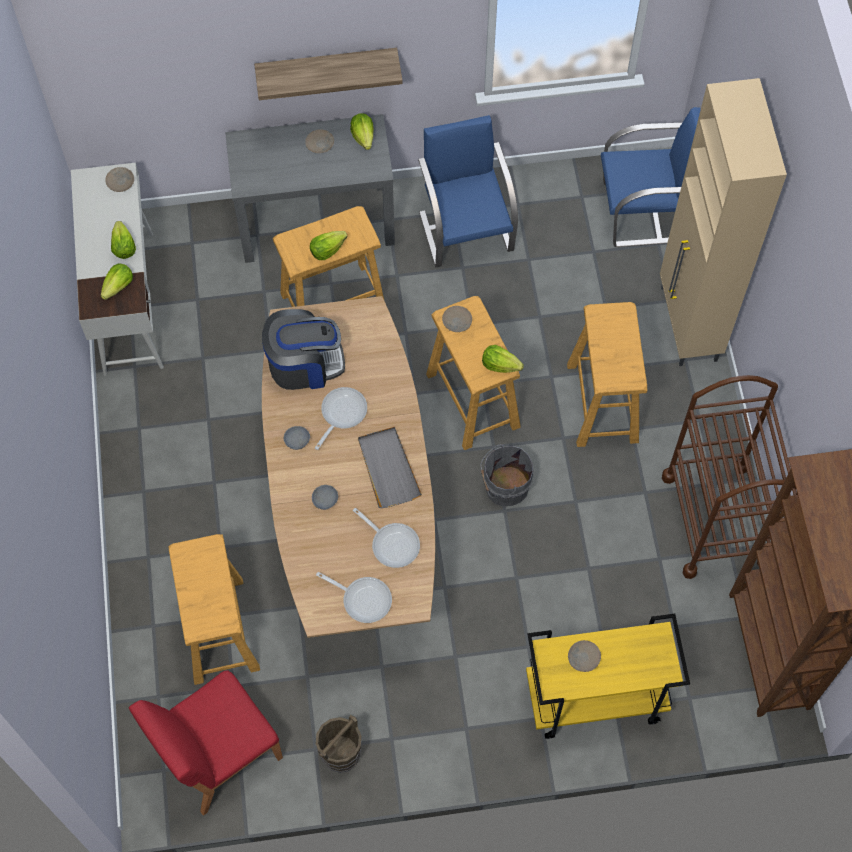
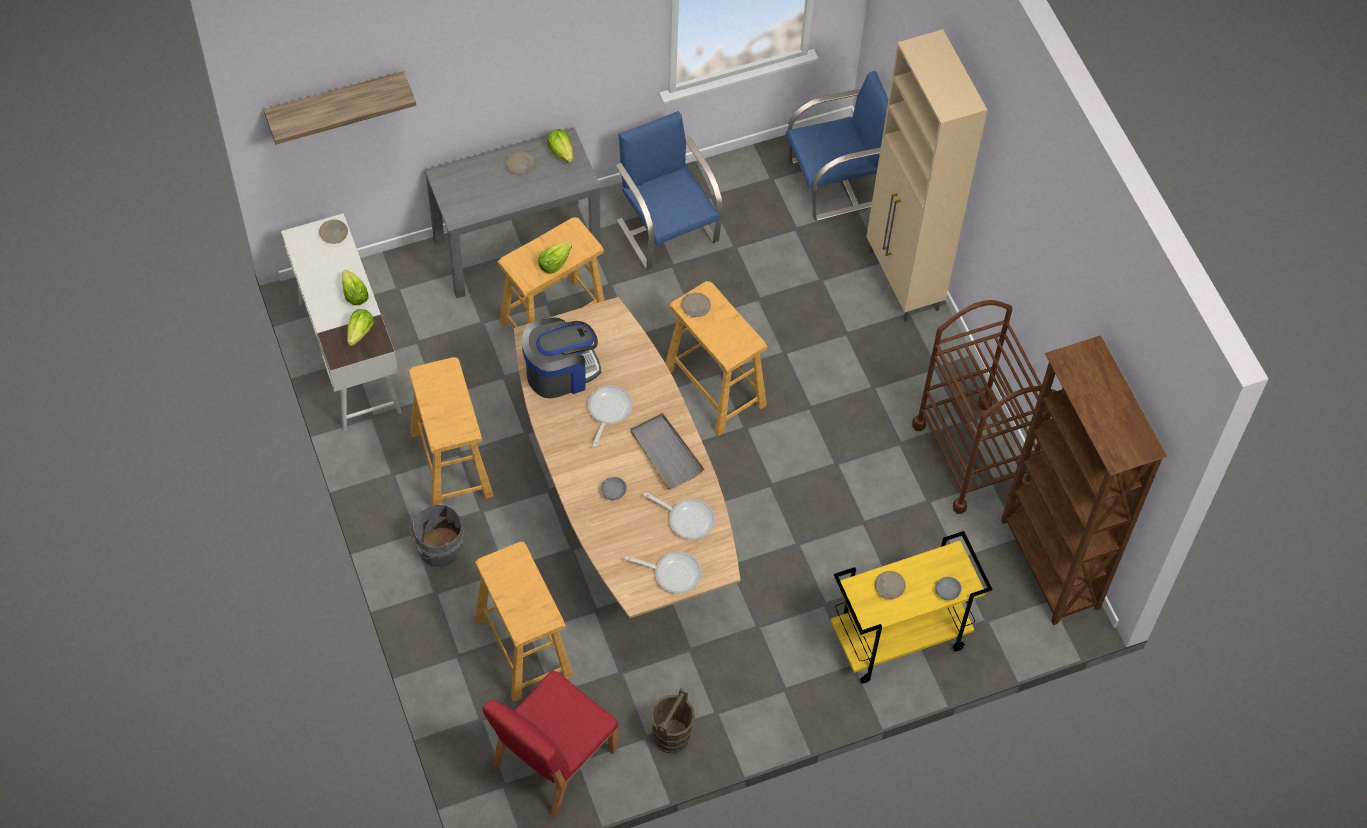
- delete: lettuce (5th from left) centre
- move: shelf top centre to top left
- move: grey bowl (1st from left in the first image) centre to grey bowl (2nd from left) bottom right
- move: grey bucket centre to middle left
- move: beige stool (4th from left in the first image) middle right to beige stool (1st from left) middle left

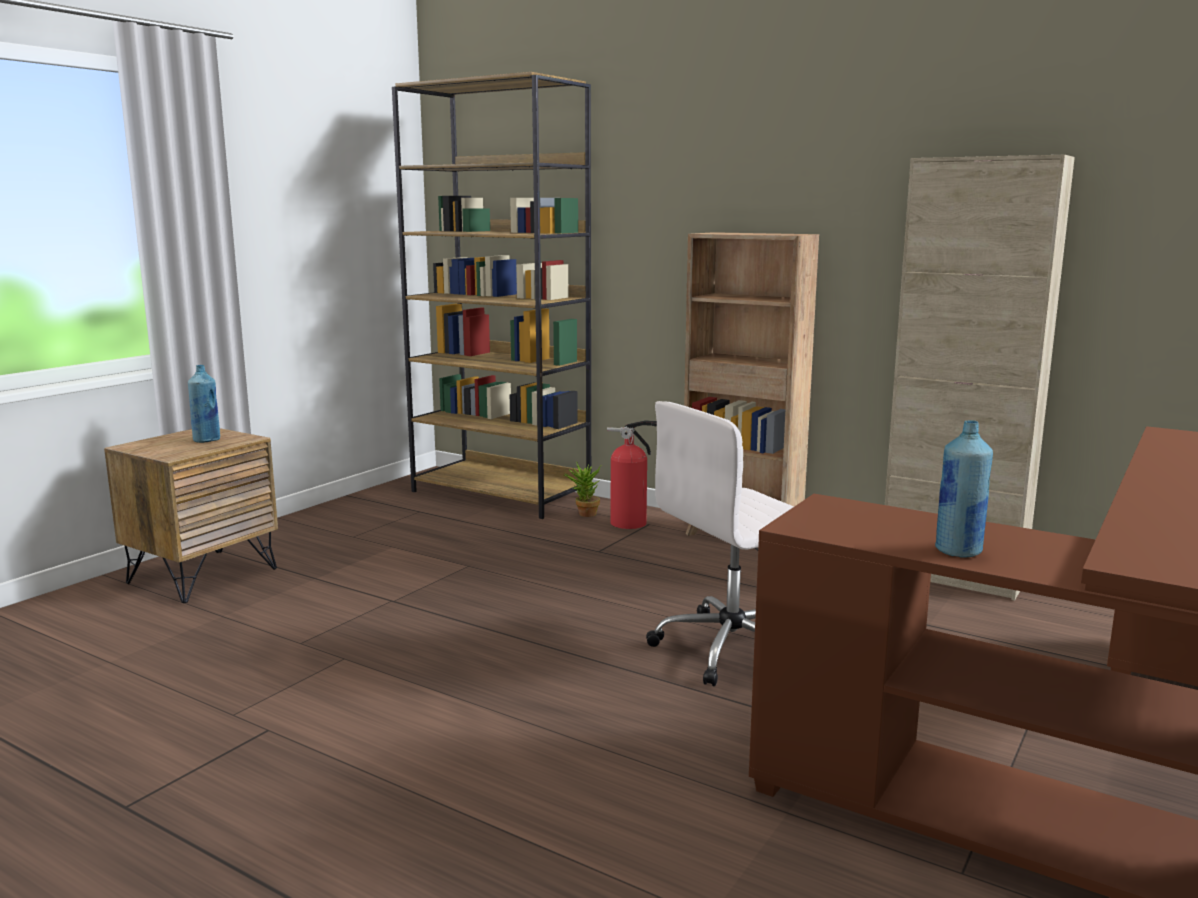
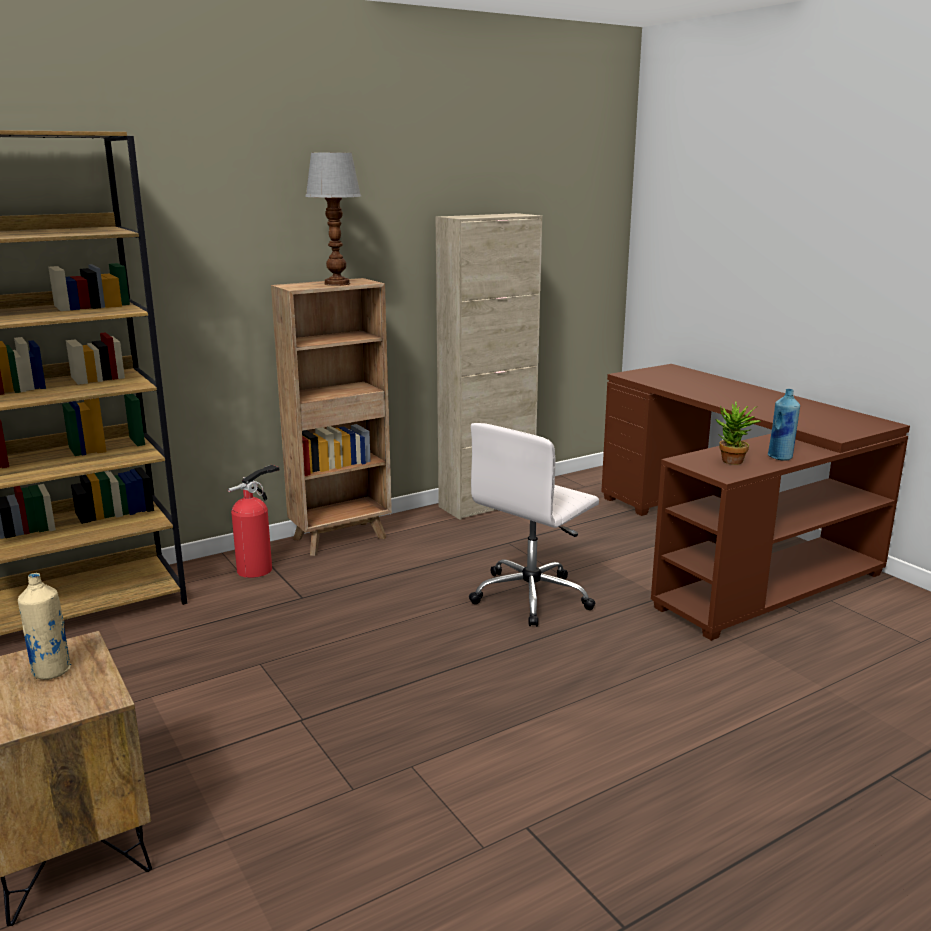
- insert: table lamp top centre
- move: potted plant centre to middle right
- recolor: blue bottle (1st from left) middle left to beige bottle bottom left
- rotate: white office chair centre = centre 45 degrees clockwise

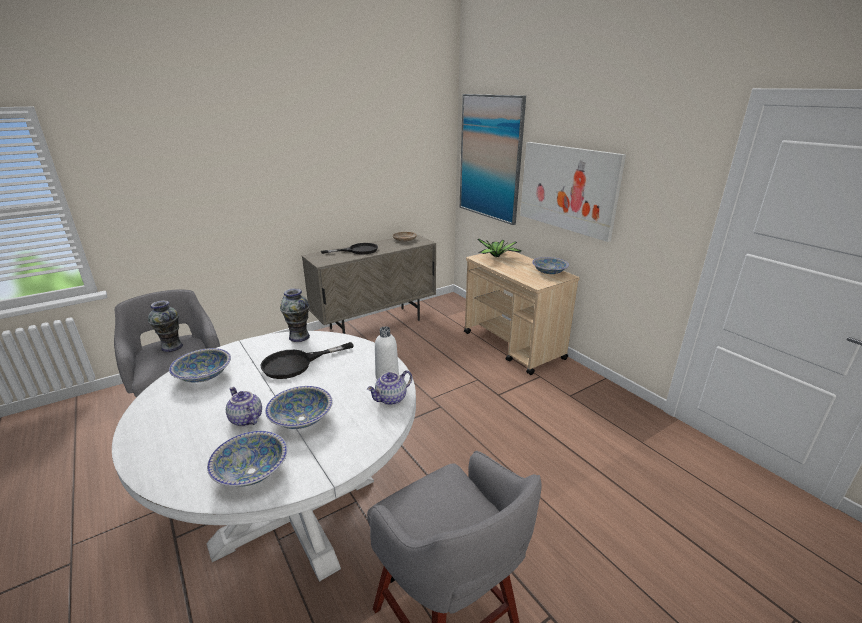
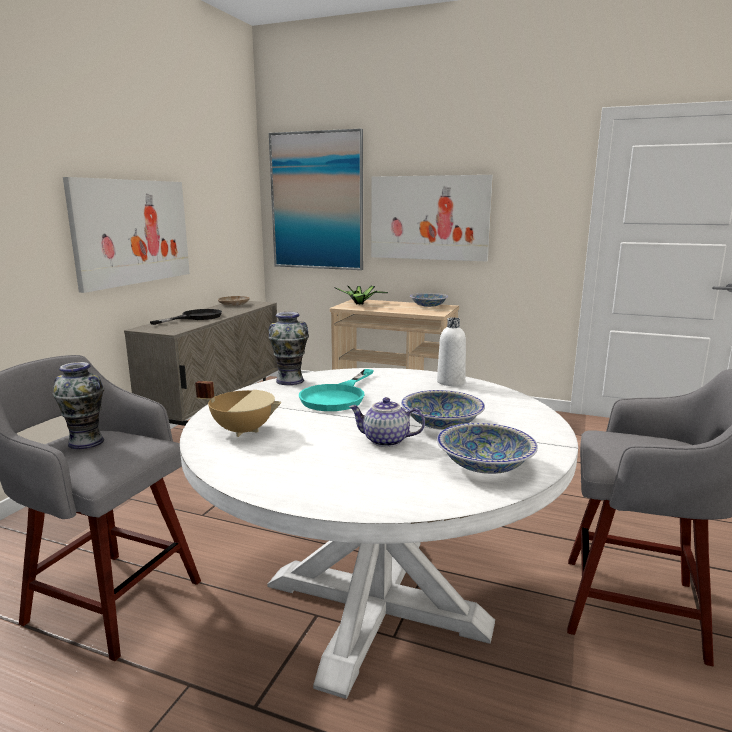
- delete: teapot (2nd from left) centre
- insert: picture (1st from left) top left
- replace: bowl (1st from left) middle left to beige cooking pot middle left
- recolor: black frying pan (1st from left) centre to turquoise frying pan centre

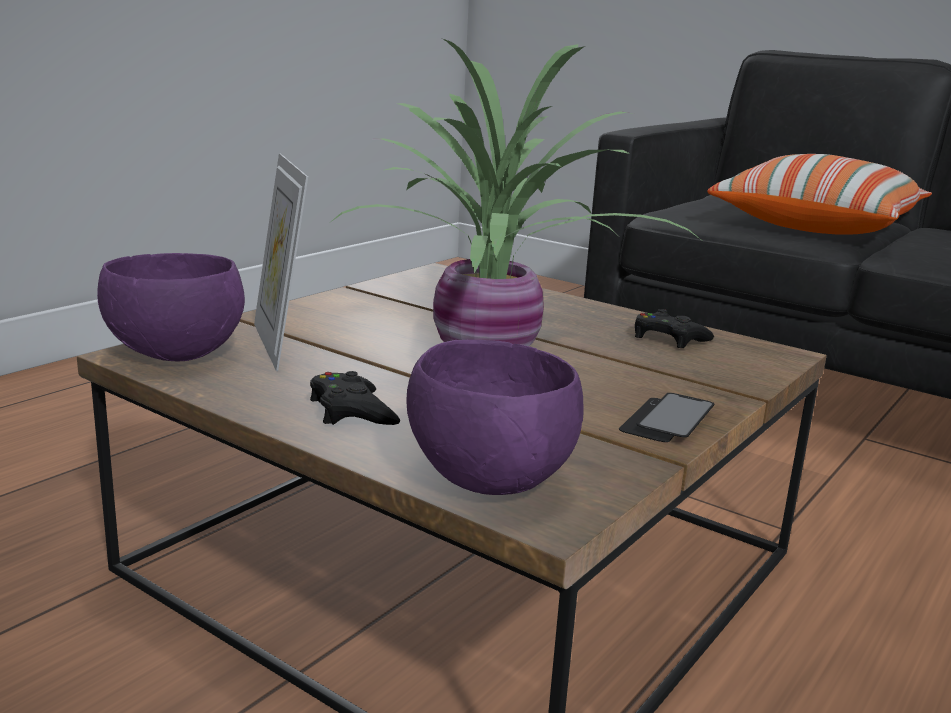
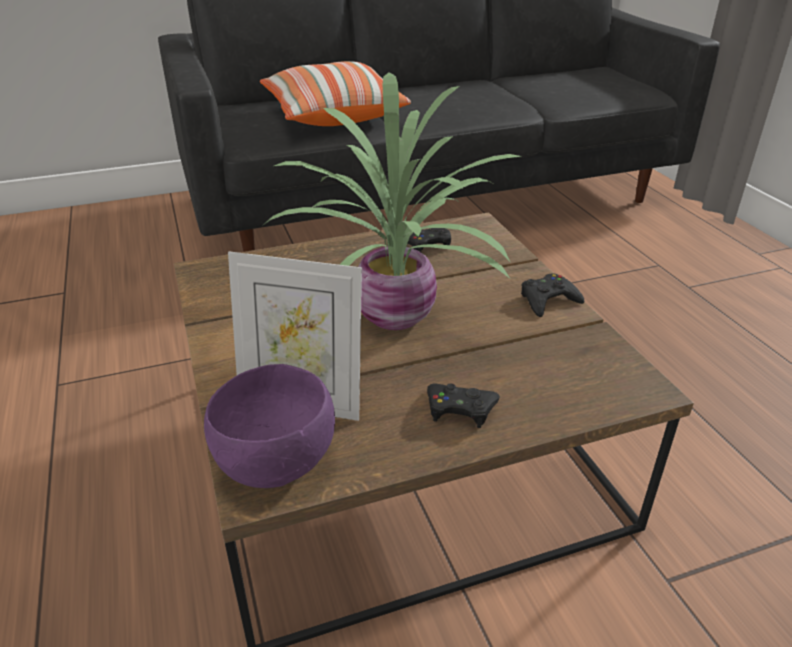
- delete: purple bowl (2nd from left) centre
- replace: phone middle right to black game controller (3rd from left) middle right

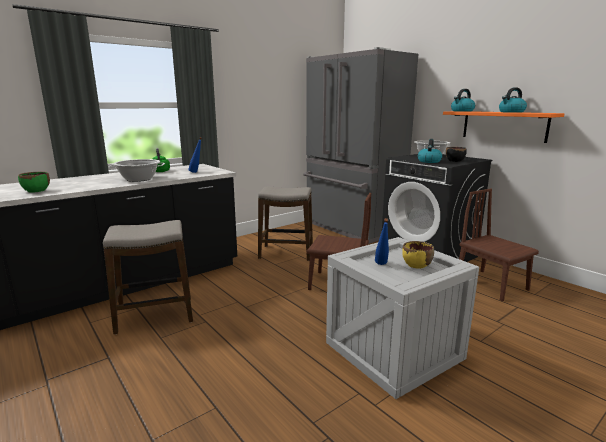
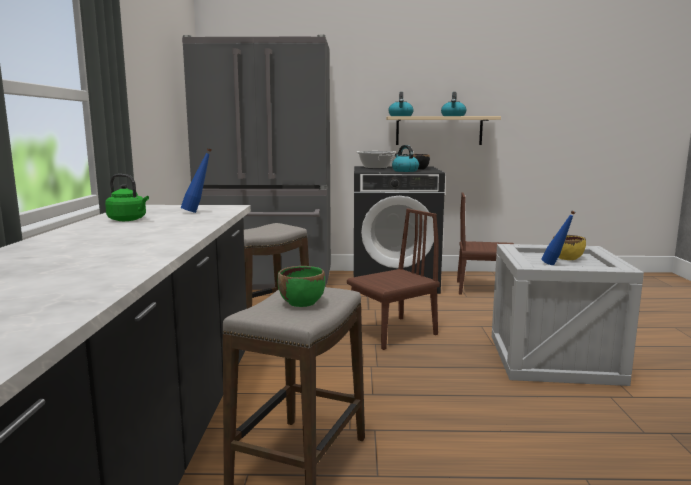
- delete: cooking pot (1st from left) middle left
- move: green bowl middle left to centre
- recolor: orange shelf top right to beige shelf top centre

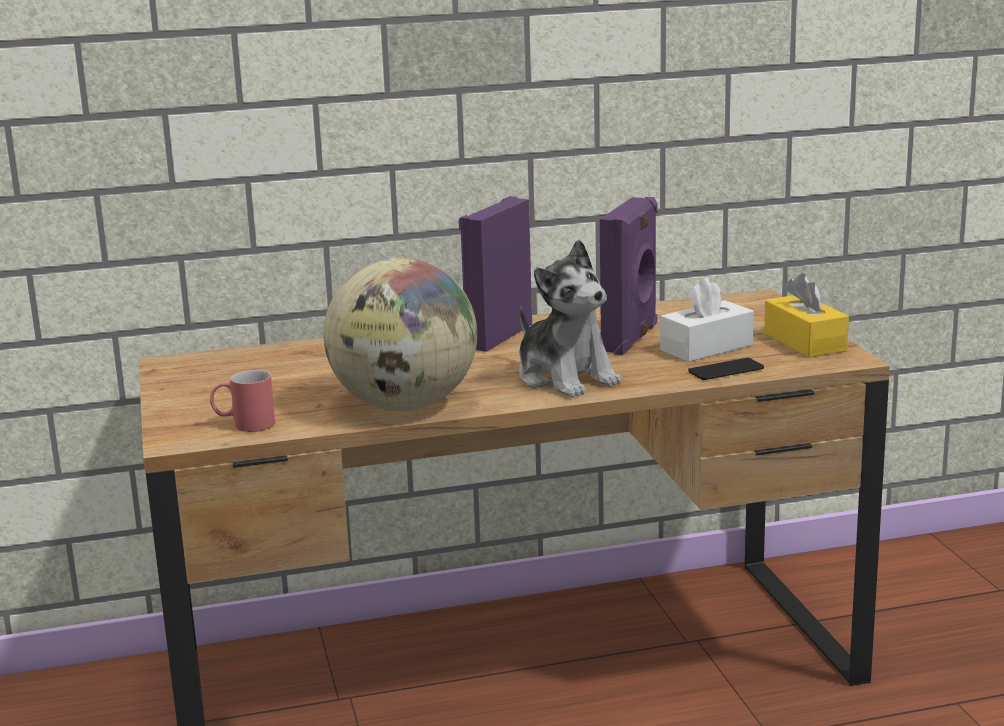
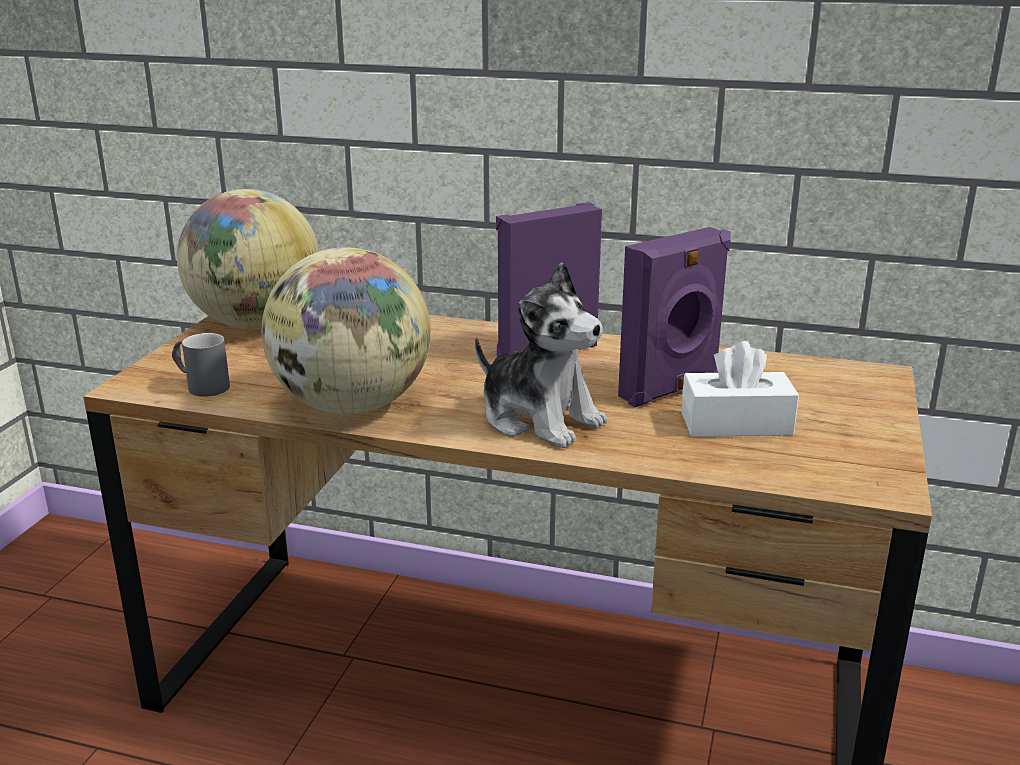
- delete: phone middle right
- delete: yellow tissue box middle right
- insert: globe (1st from left) middle left
- recolor: red mug middle left to grey mug middle left
- rotate: plush toy centre = centre 45 degrees counterclockwise

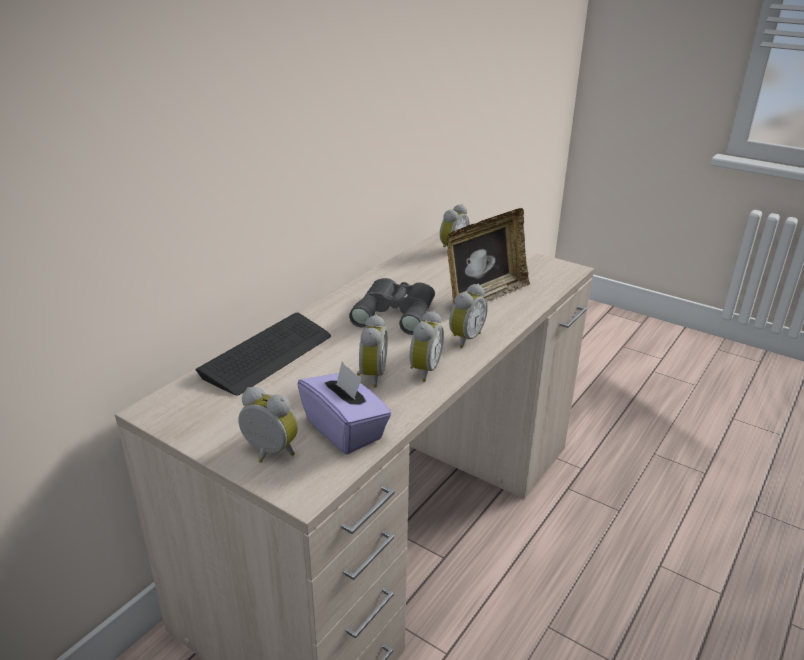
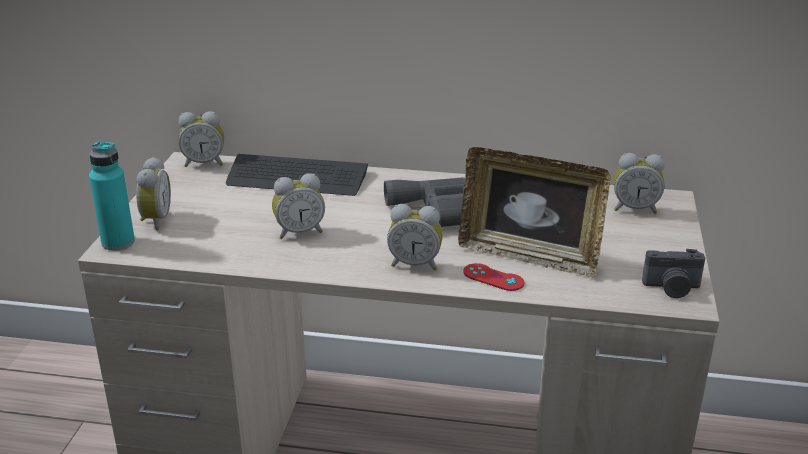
- delete: purple tissue box centre
- insert: turquoise bottle middle left
- insert: red game controller centre
- insert: photo camera middle right
- move: alarm clock (3rd from left in the first image) centre to alarm clock (2nd from left) top left

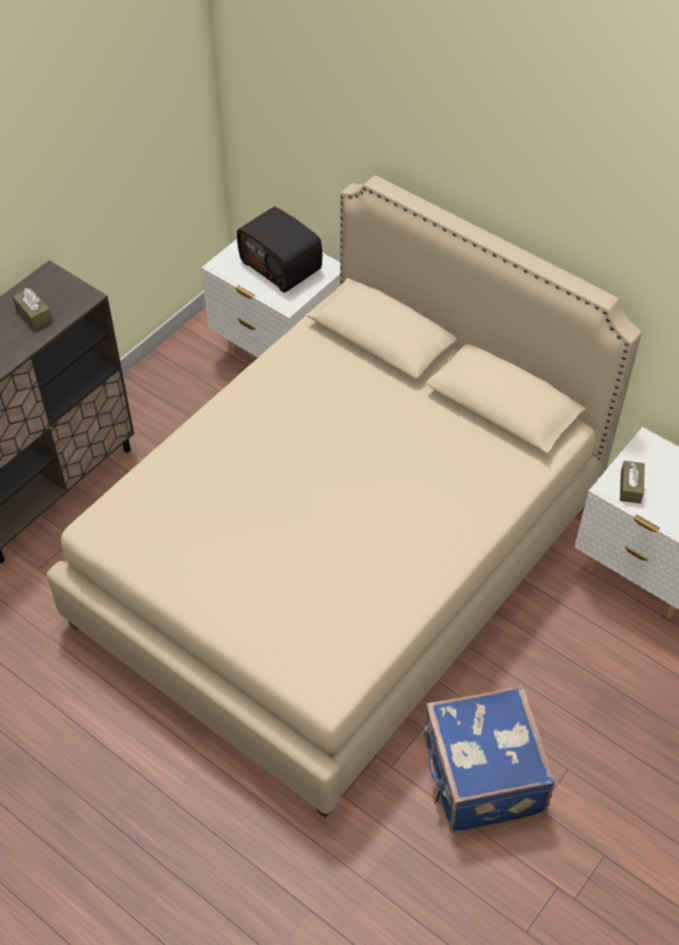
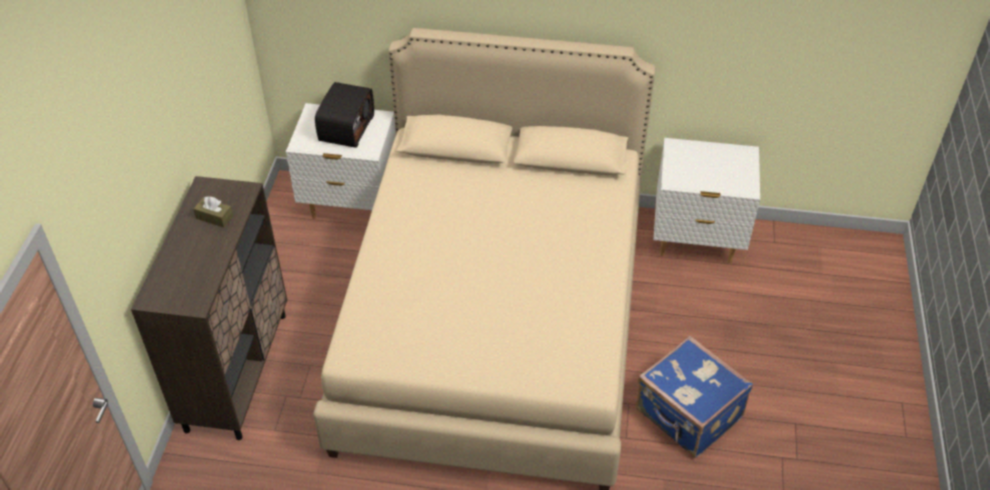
- delete: brown tissue box (2nd from left) middle right
- rotate: radio top centre = top centre 90 degrees counterclockwise

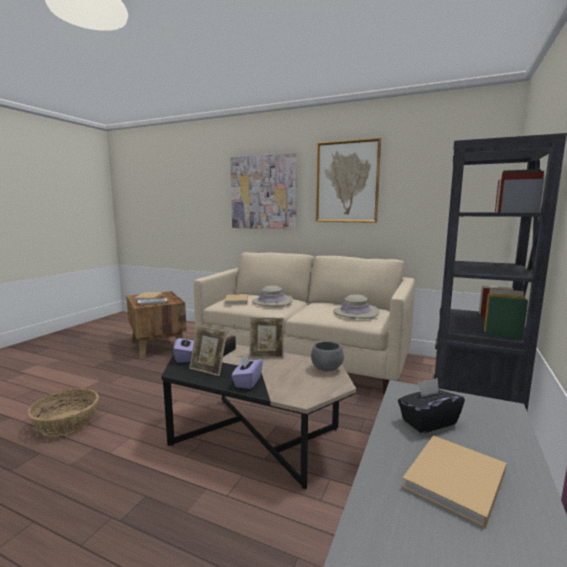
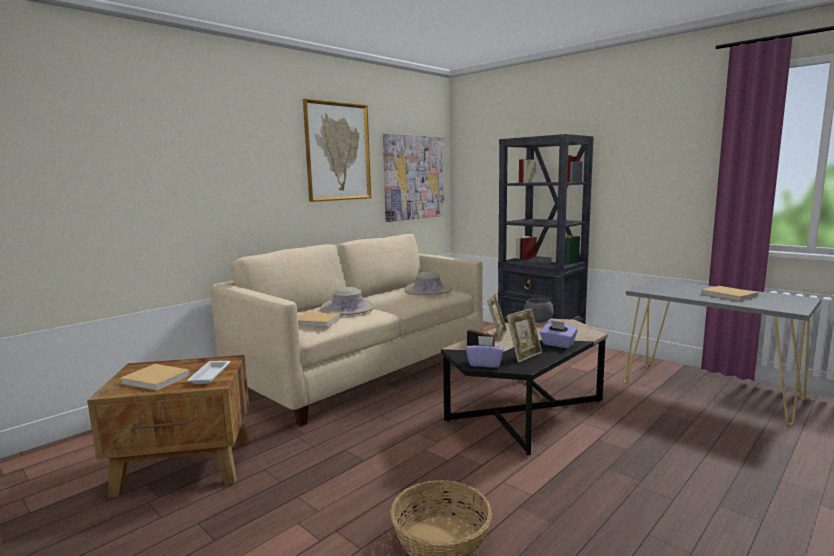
- delete: black tissue box bottom right
- move: picture (1st from left in the first image) centre to picture (2nd from left) top centre

